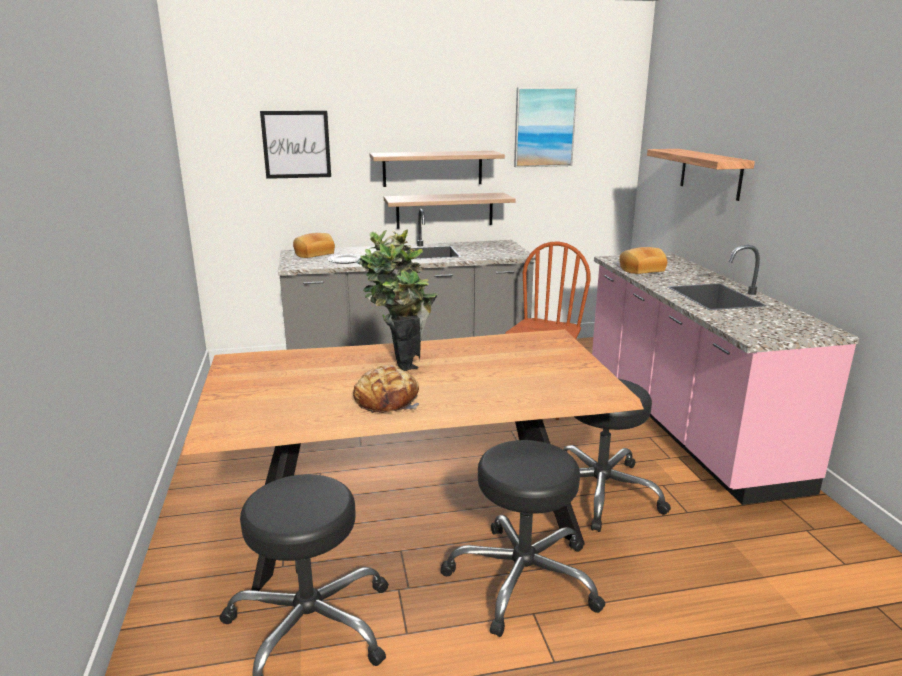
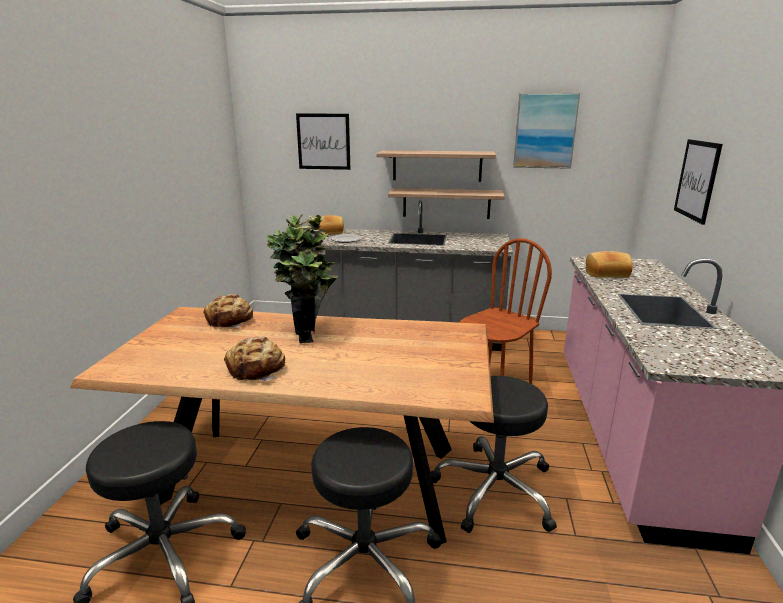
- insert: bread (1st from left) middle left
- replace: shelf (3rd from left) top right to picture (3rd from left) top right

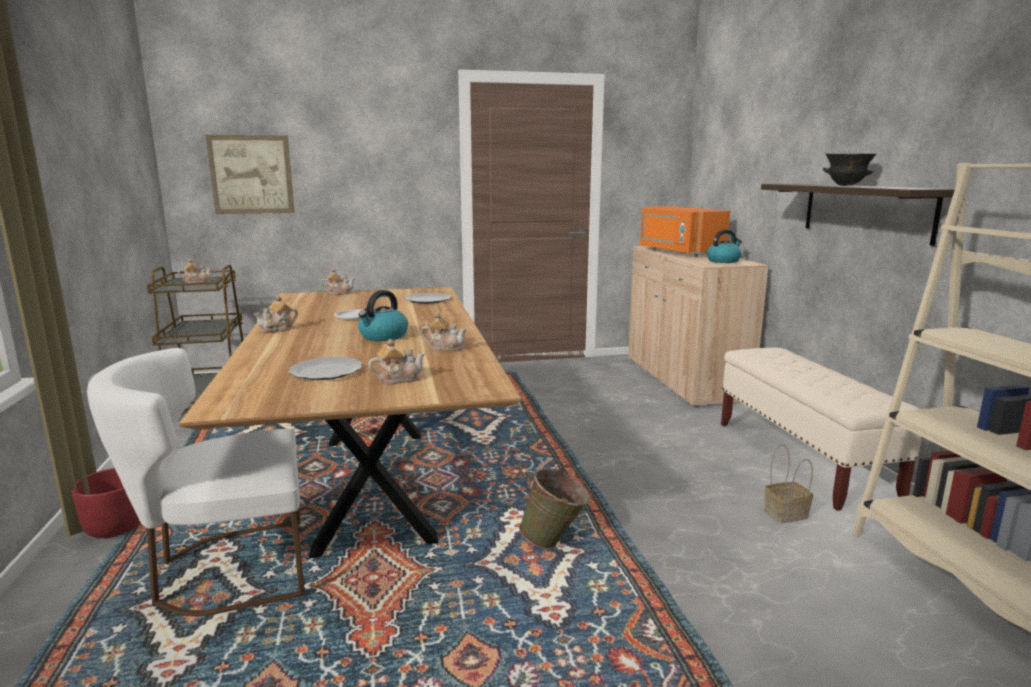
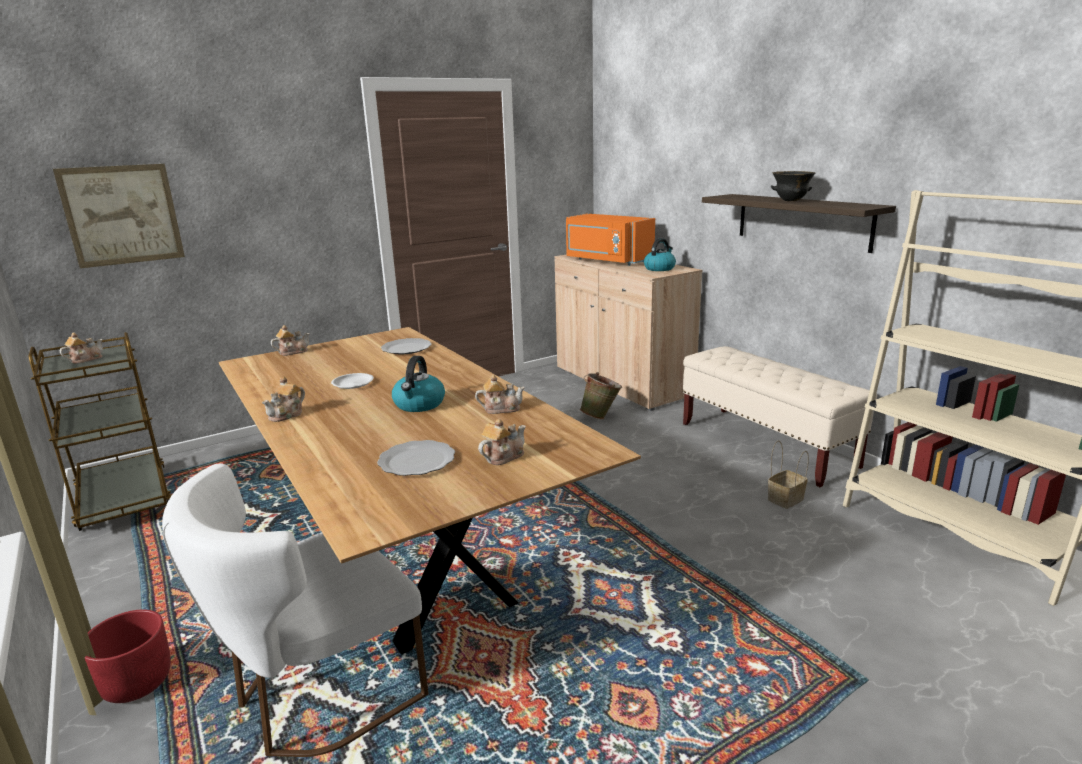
- move: green bucket bottom centre to centre

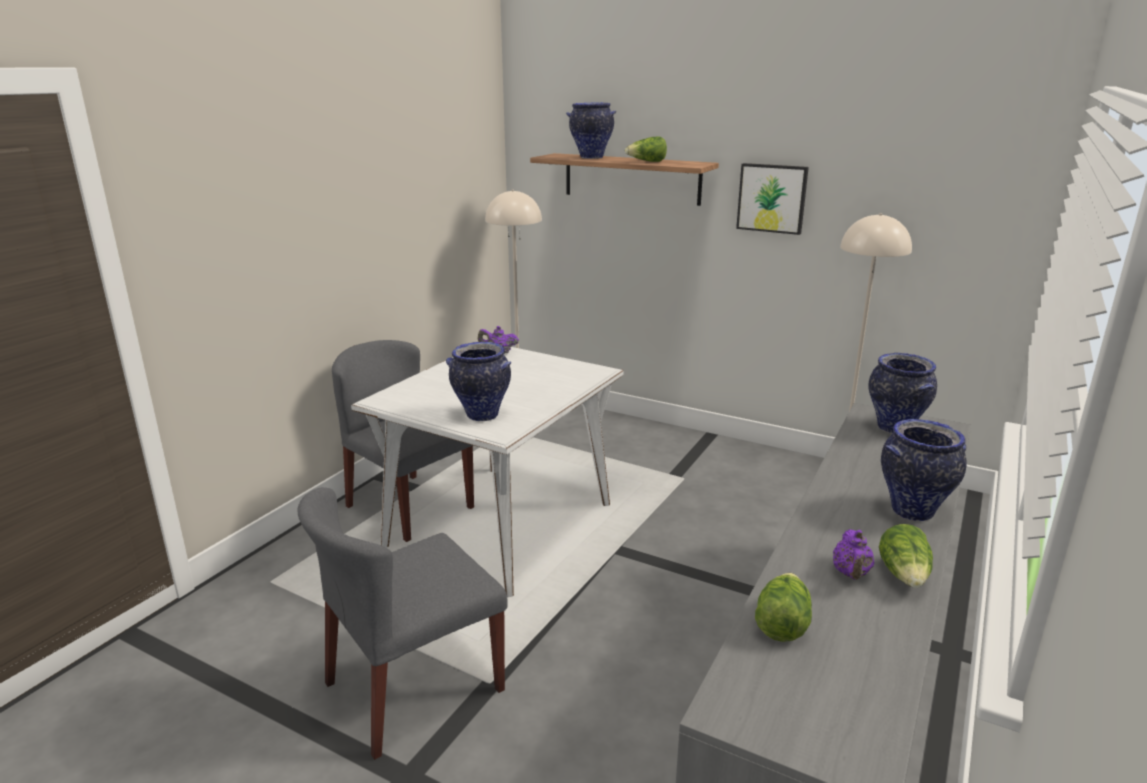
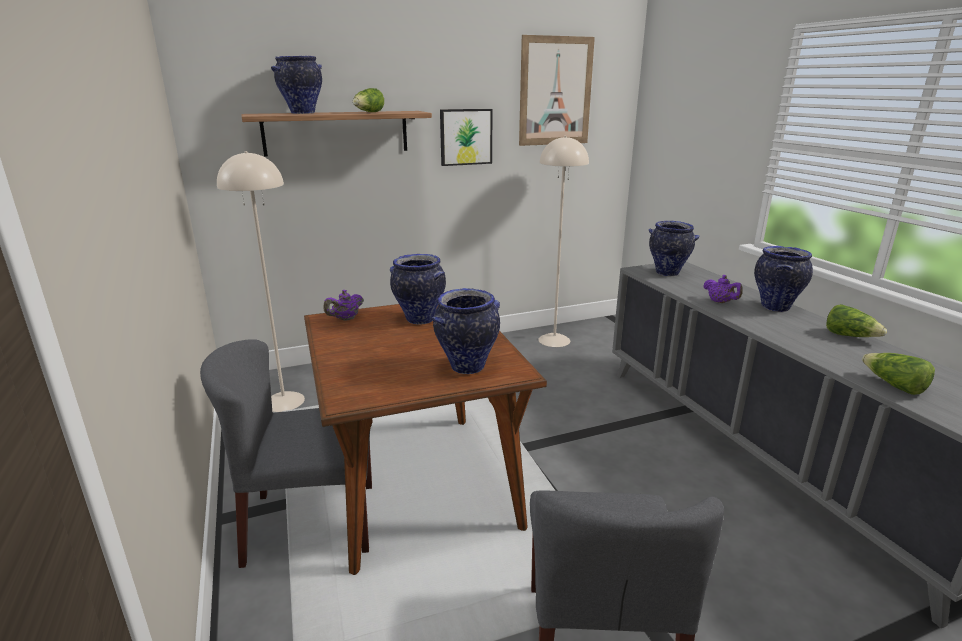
- insert: vase (2nd from left) centre
- insert: picture (2nd from left) top centre
- move: purple teapot (2nd from left) bottom right to middle right
- recolor: white dining table centre to brown dining table bottom centre

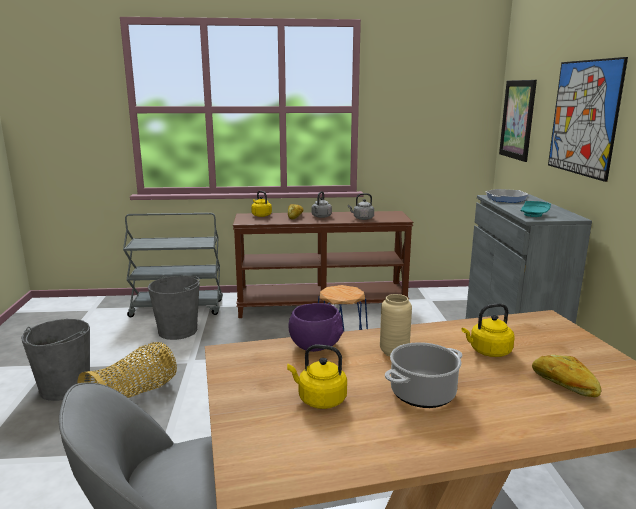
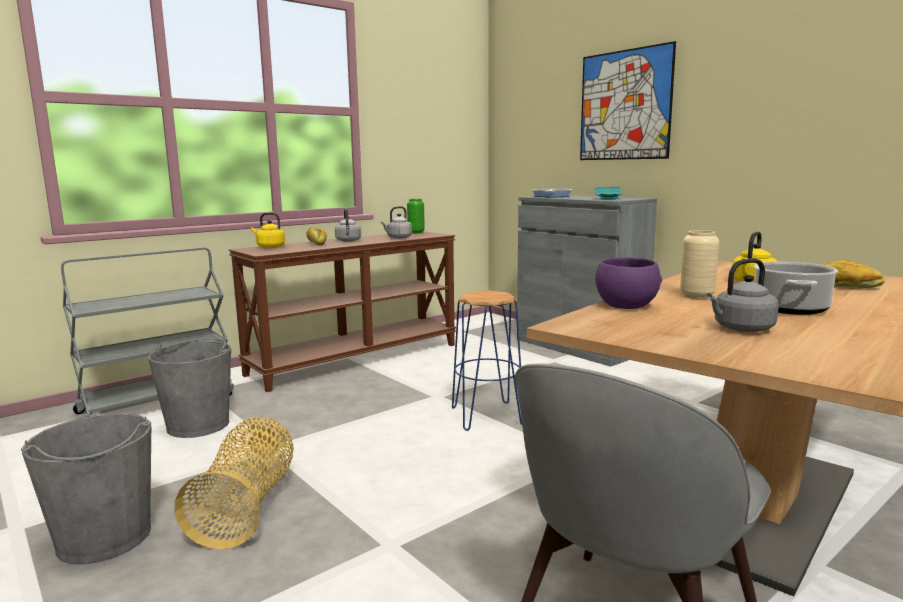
- delete: picture (1st from left) top right
- insert: green vase centre
- recolor: yellow kettle (2nd from left) bottom centre to grey kettle (3rd from left) middle right

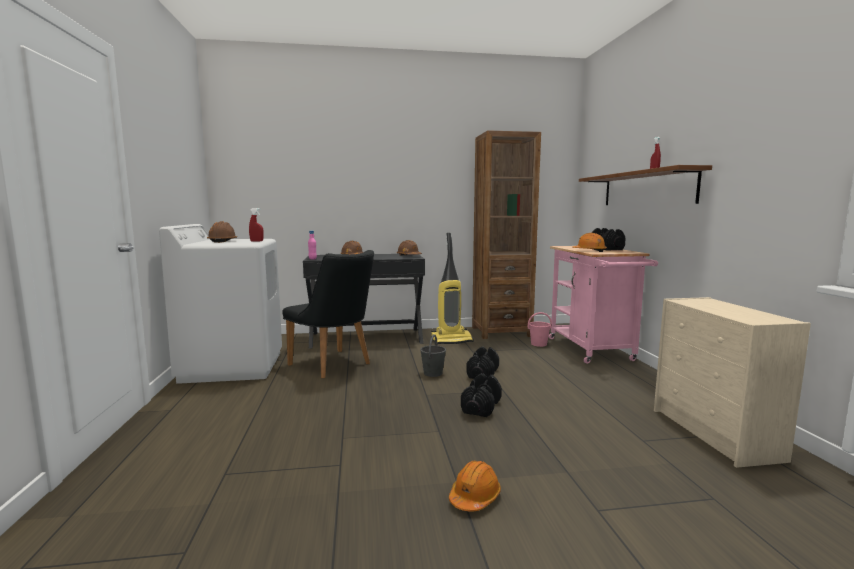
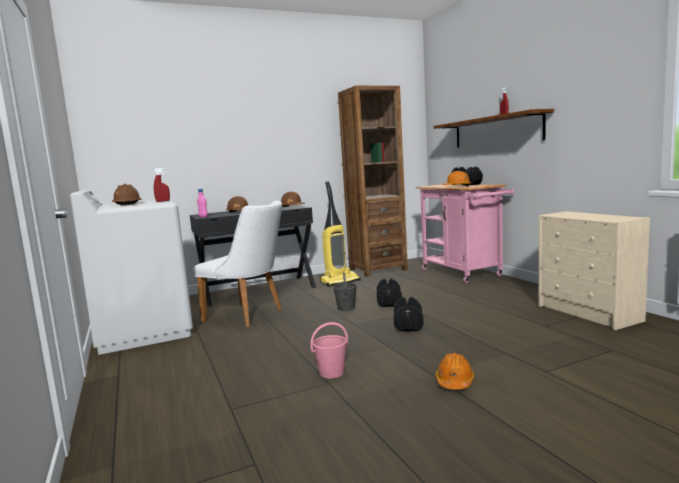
- move: pink bucket centre to bottom centre
- recolor: black chair centre to white chair centre

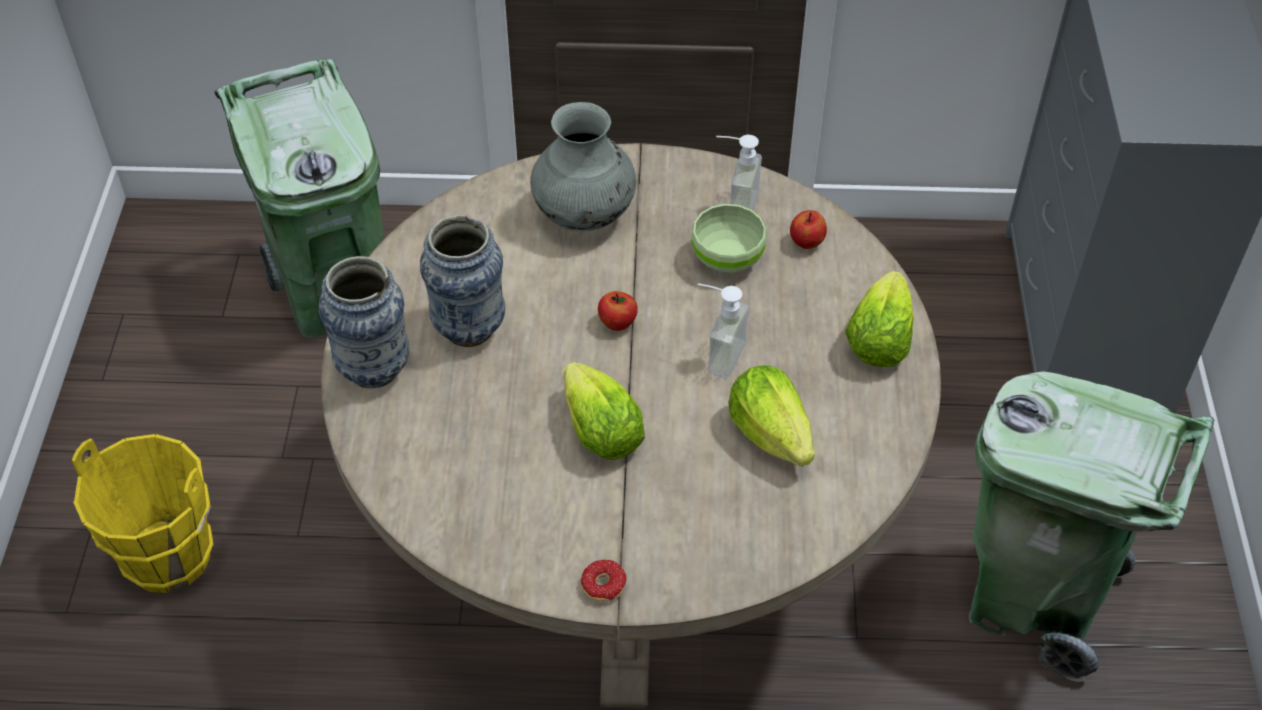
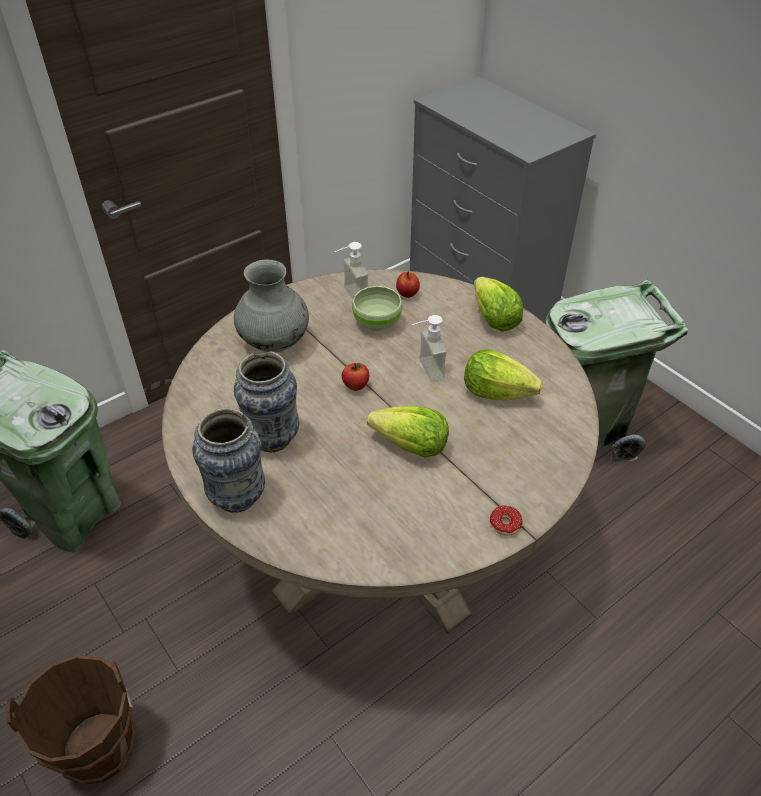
- recolor: yellow bucket bottom left to brown bucket bottom left

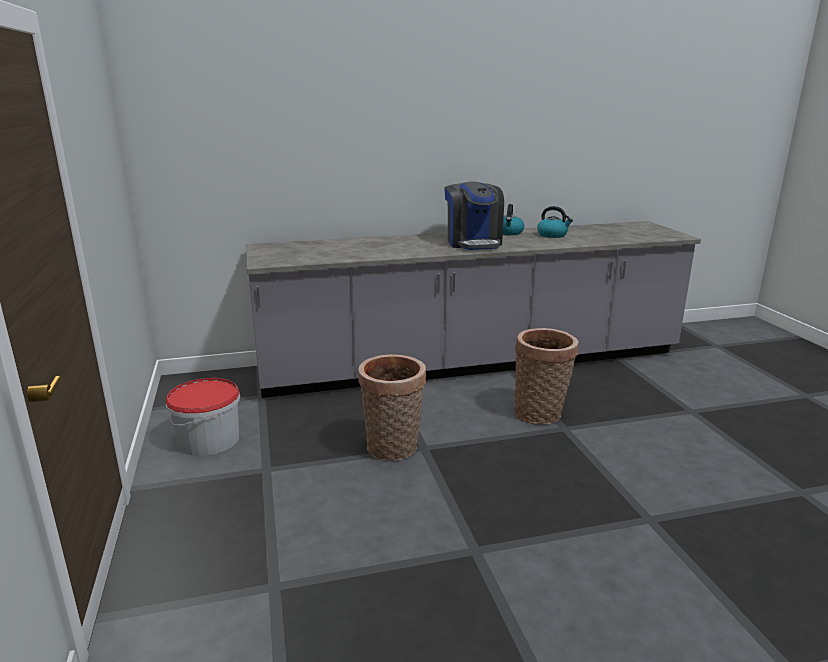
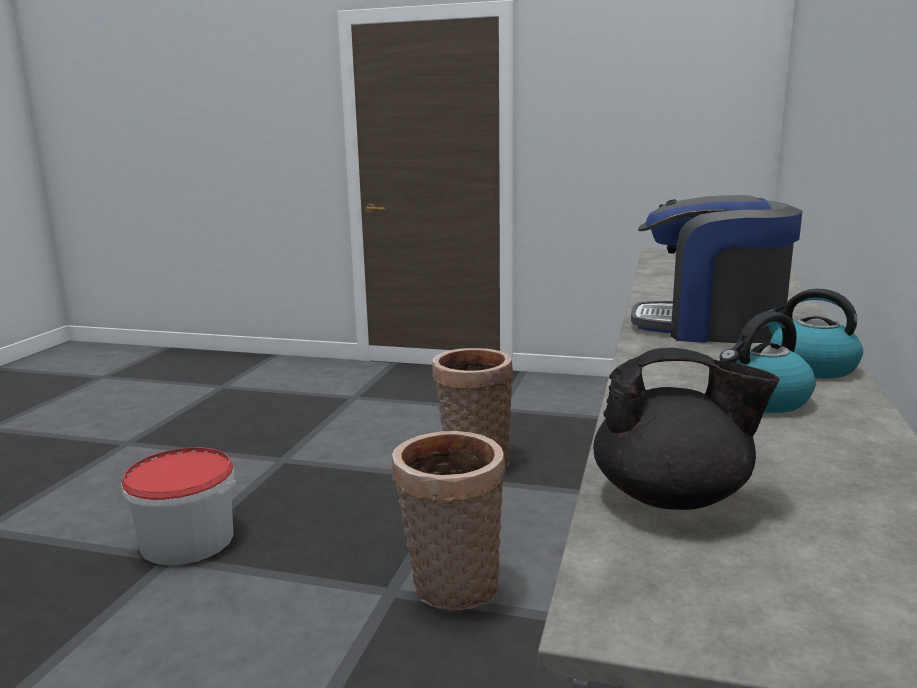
- insert: black teapot middle right
- move: bucket middle left to bottom left

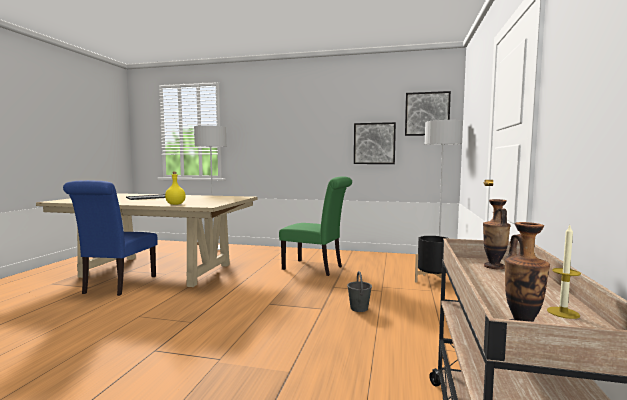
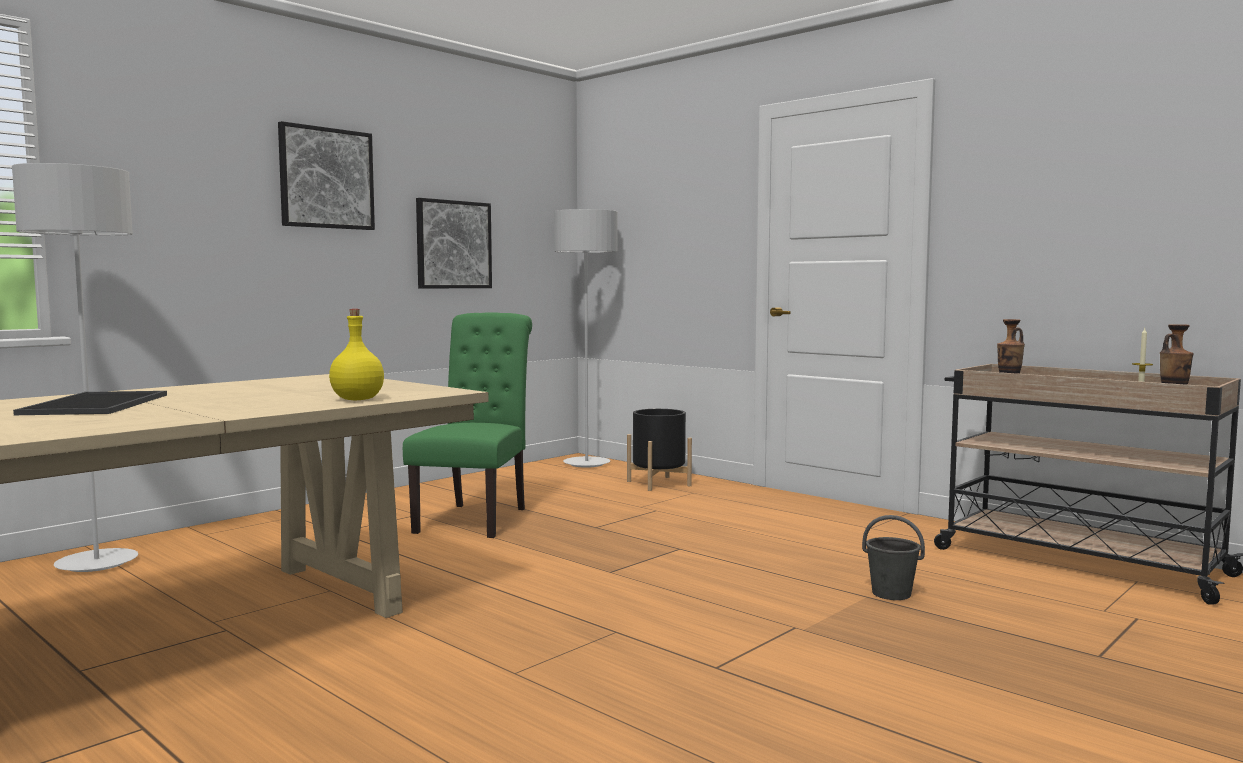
- delete: blue chair middle left
- move: grey bucket bottom centre to bottom right
- move: picture (2nd from left in the first image) top right to picture (1st from left) top left
- rotate: green chair centre = centre 45 degrees counterclockwise

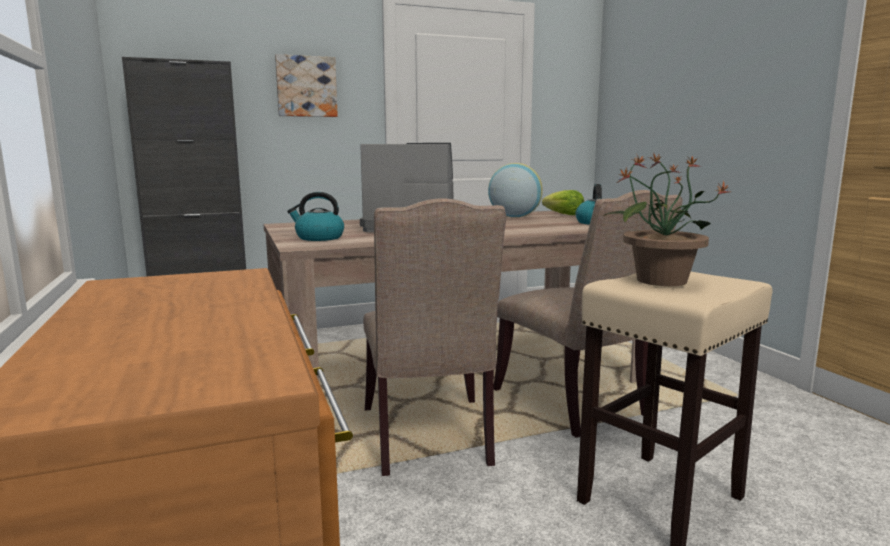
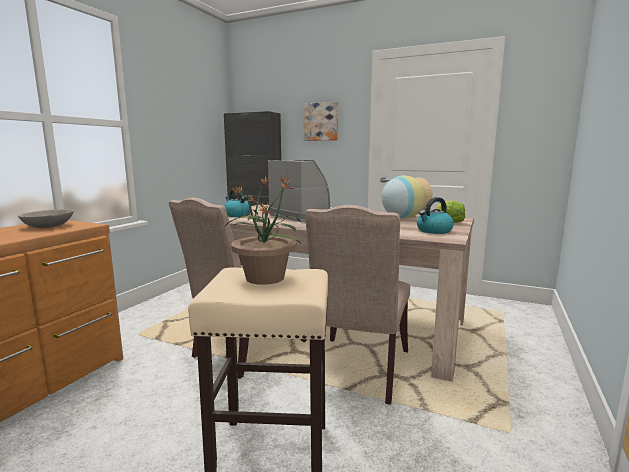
- insert: grey bowl middle left

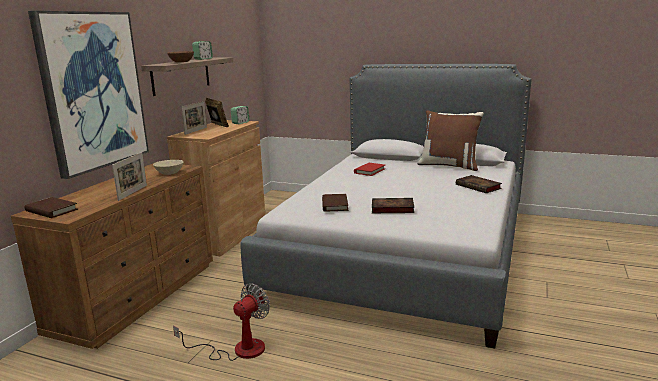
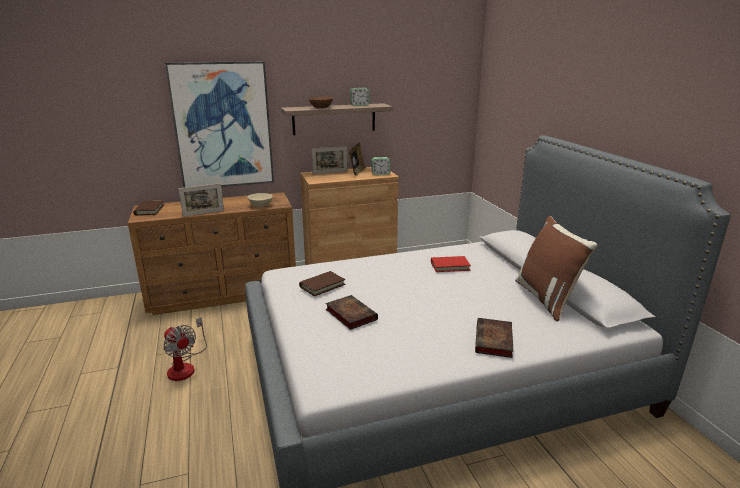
- rotate: fan bottom centre = bottom left 45 degrees clockwise

